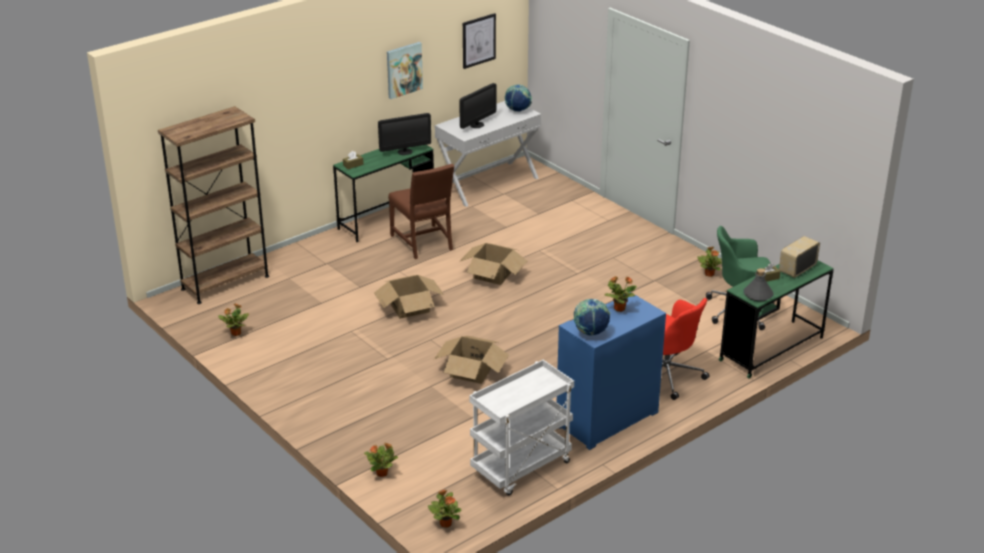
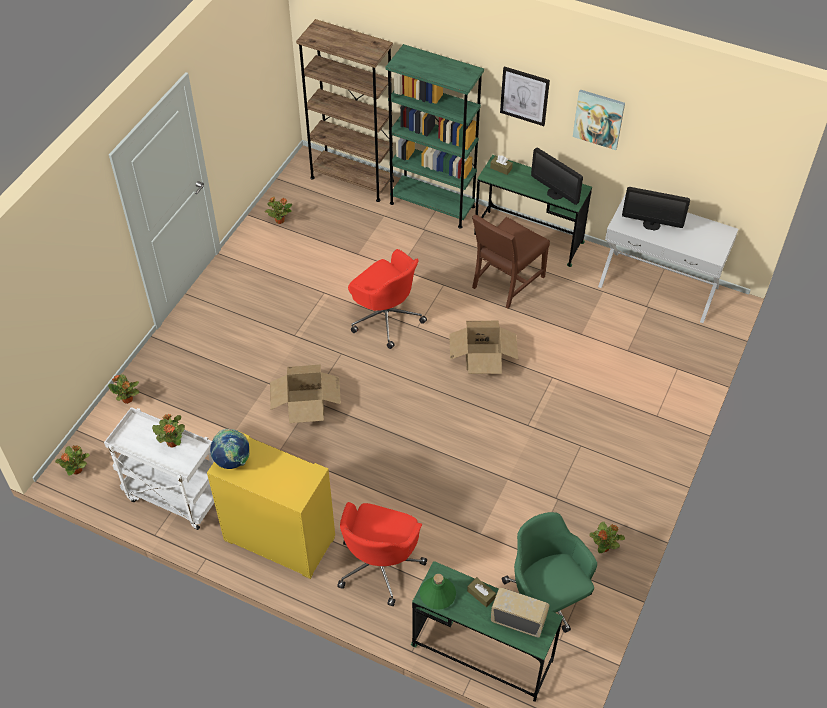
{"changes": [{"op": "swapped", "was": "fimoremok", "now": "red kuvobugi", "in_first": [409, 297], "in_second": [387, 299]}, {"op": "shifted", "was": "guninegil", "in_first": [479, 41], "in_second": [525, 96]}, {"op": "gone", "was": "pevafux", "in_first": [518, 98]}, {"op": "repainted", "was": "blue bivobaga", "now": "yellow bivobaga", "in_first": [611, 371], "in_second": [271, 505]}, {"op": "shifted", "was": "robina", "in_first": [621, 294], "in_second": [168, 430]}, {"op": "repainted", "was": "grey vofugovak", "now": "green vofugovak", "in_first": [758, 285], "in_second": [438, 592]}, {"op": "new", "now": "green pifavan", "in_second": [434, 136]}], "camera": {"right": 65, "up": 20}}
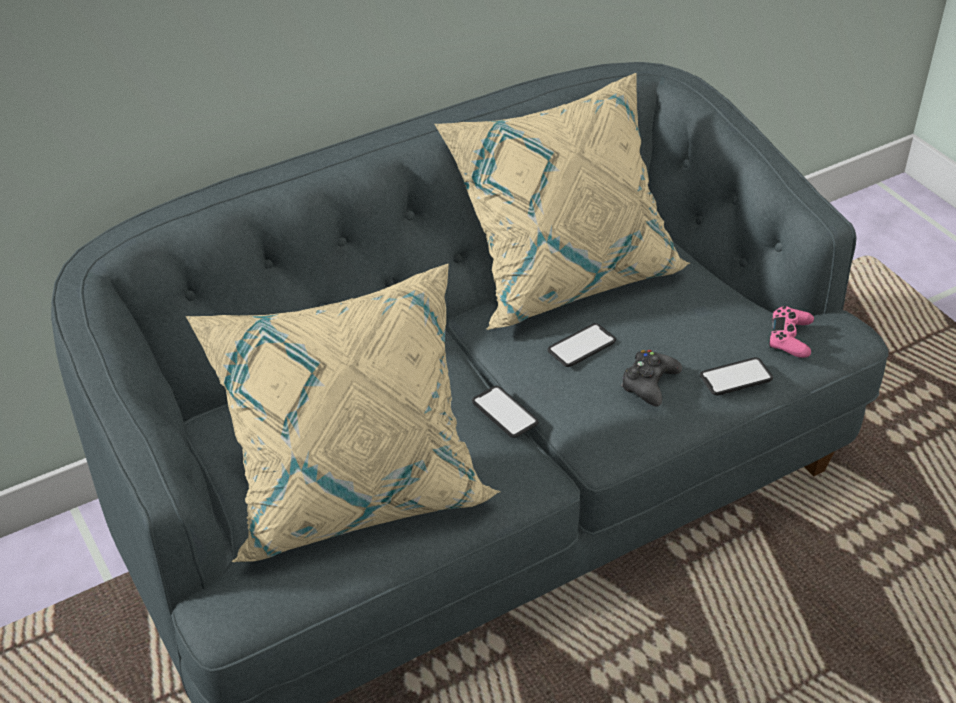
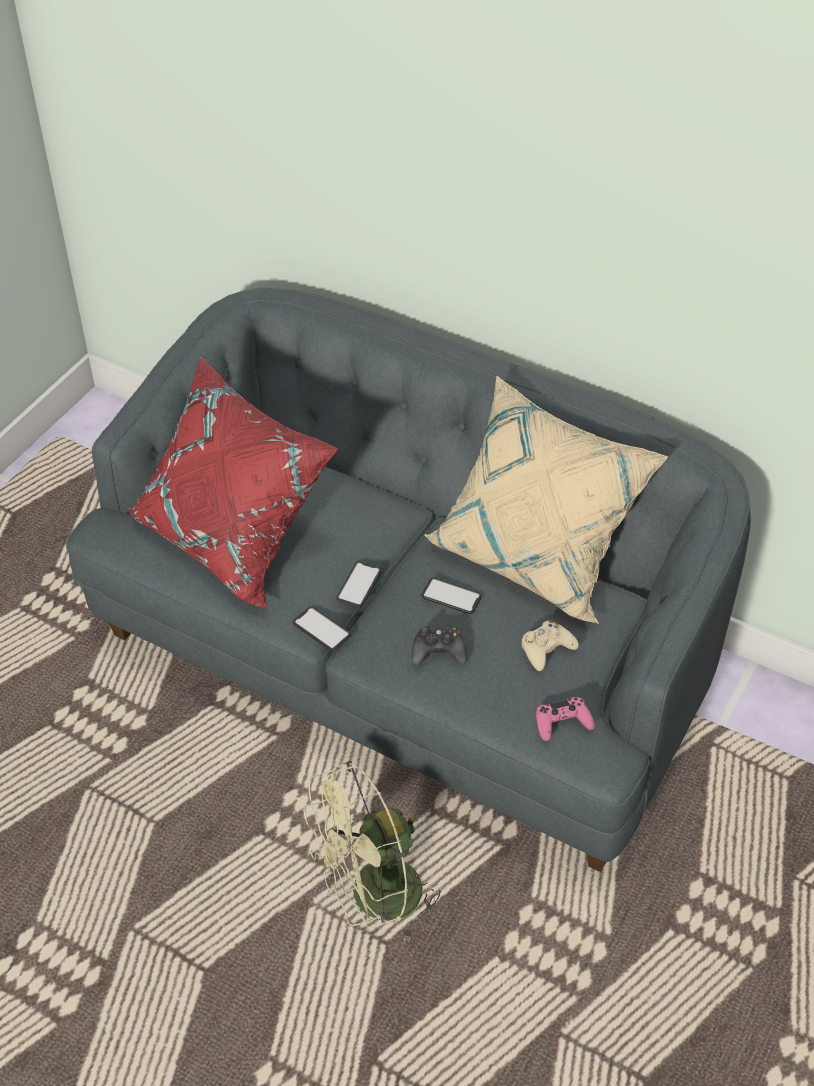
{"changes": [{"op": "repainted", "was": "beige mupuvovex", "now": "red mupuvovex", "in_first": [343, 412], "in_second": [233, 483]}, {"op": "shifted", "was": "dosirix", "in_first": [736, 376], "in_second": [322, 628]}, {"op": "new", "now": "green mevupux", "in_second": [372, 851]}, {"op": "new", "now": "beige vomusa", "in_second": [550, 646]}], "camera": {"right": 60, "up": 5}}
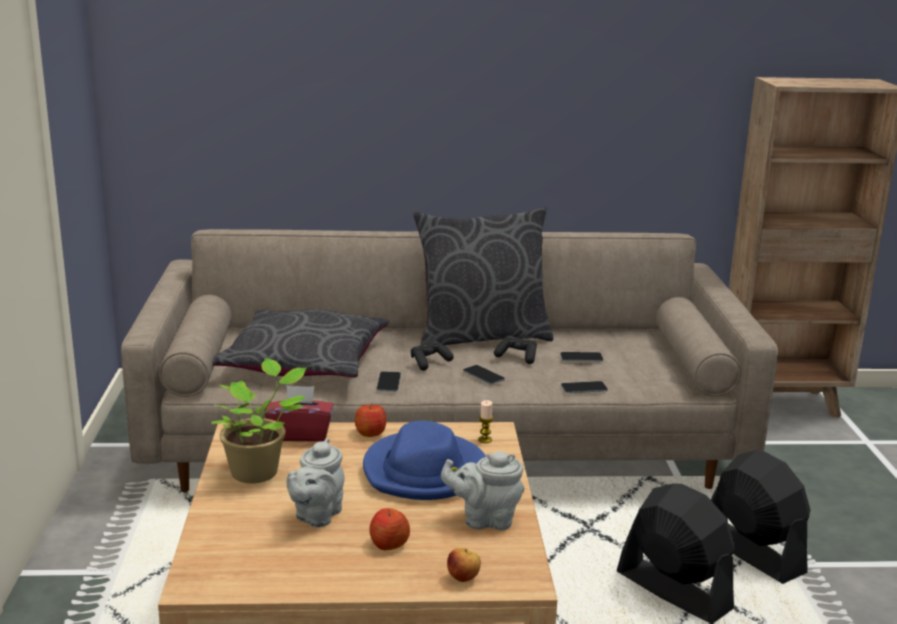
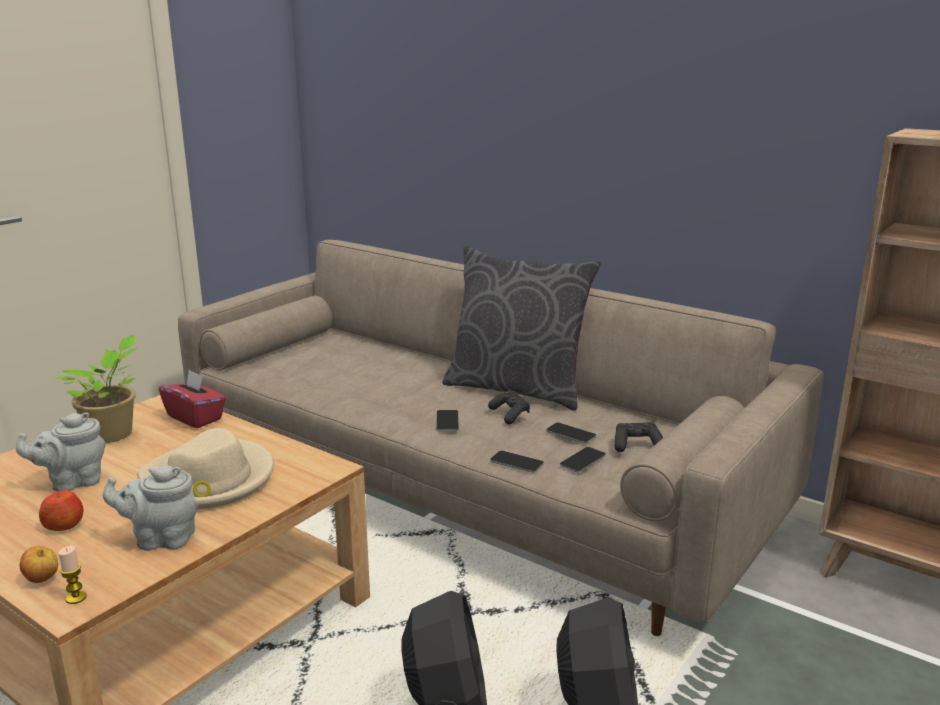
{"changes": [{"op": "gone", "was": "grey mupuvovex", "in_first": [301, 343]}, {"op": "gone", "was": "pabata", "in_first": [370, 420]}, {"op": "repainted", "was": "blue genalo", "now": "beige genalo", "in_first": [424, 460], "in_second": [205, 468]}, {"op": "shifted", "was": "dosirix", "in_first": [389, 382], "in_second": [583, 459]}, {"op": "shifted", "was": "black vomusa", "in_first": [432, 356], "in_second": [639, 437]}, {"op": "rotated", "was": "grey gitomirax", "in_first": [482, 490], "in_second": [150, 508], "clockwise": -45}, {"op": "shifted", "was": "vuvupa", "in_first": [485, 421], "in_second": [72, 575]}], "camera": {"right": 40, "up": 0}}
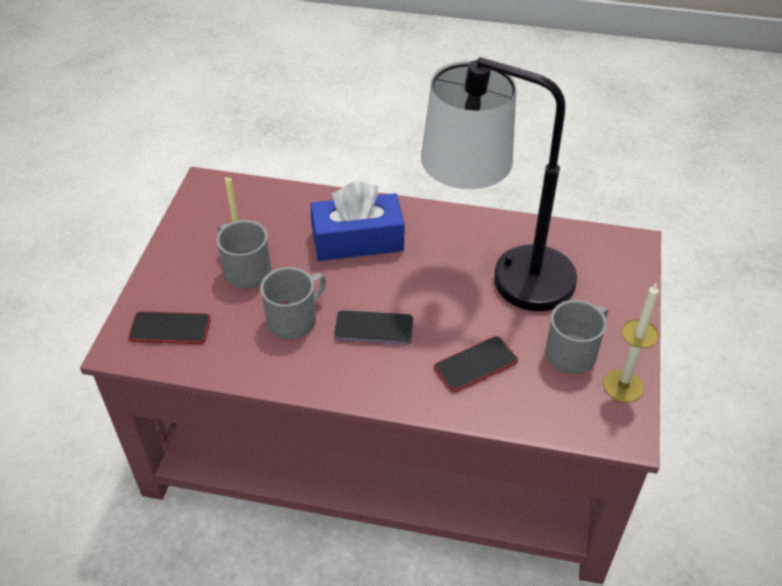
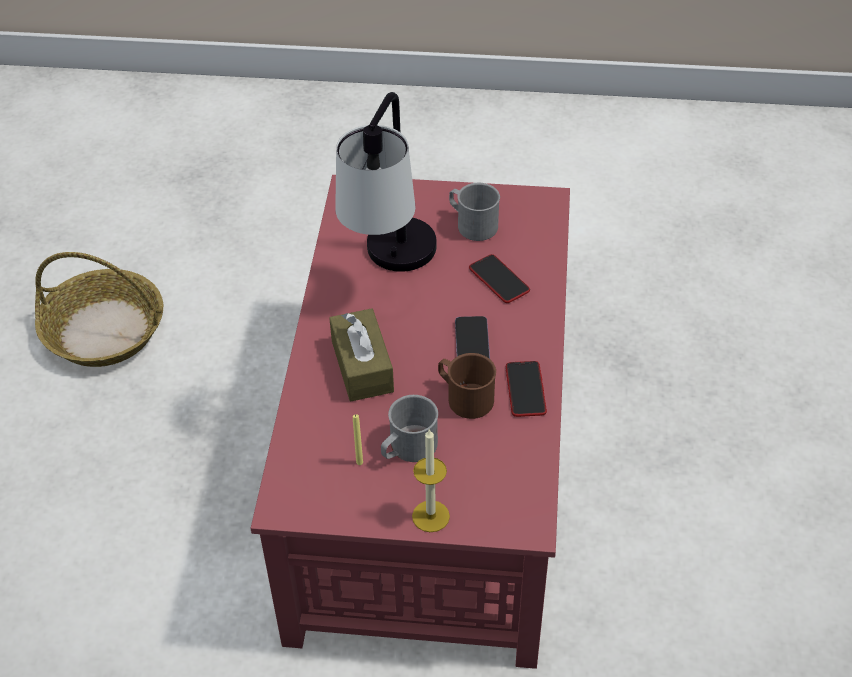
{"changes": [{"op": "shifted", "was": "dosirix", "in_first": [169, 327], "in_second": [526, 389]}, {"op": "repainted", "was": "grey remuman", "now": "brown remuman", "in_first": [293, 303], "in_second": [467, 386]}, {"op": "repainted", "was": "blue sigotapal", "now": "brown sigotapal", "in_first": [358, 221], "in_second": [361, 354]}, {"op": "shifted", "was": "vuvupa", "in_first": [631, 342], "in_second": [431, 480]}, {"op": "new", "now": "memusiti", "in_second": [99, 309]}], "camera": {"right": -95, "up": 0}}
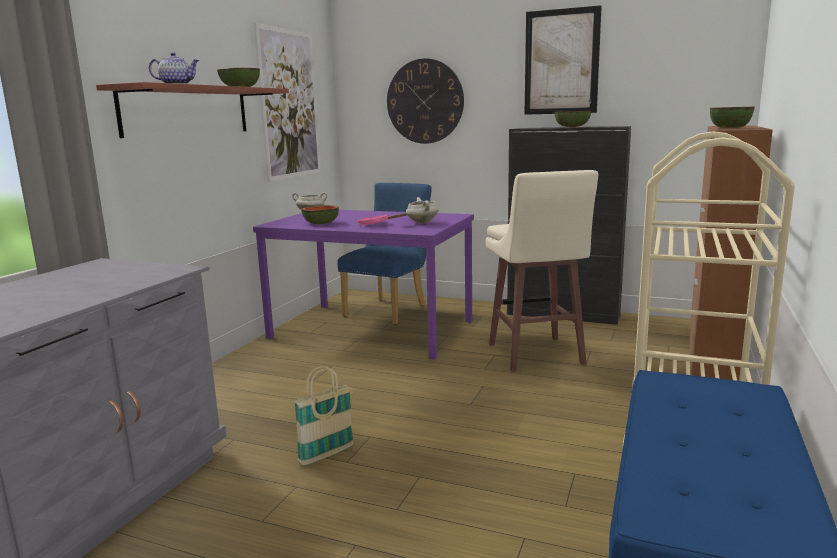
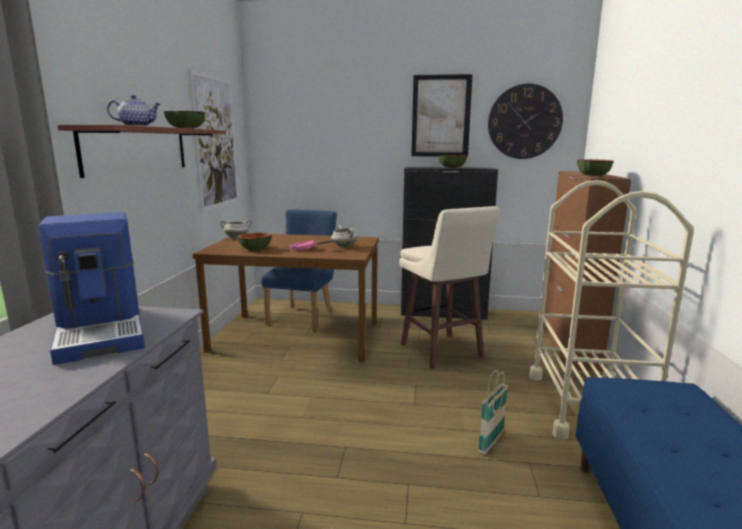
{"changes": [{"op": "repainted", "was": "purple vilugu", "now": "brown vilugu", "in_first": [363, 285], "in_second": [286, 297]}, {"op": "shifted", "was": "memusiti", "in_first": [324, 415], "in_second": [493, 412]}, {"op": "shifted", "was": "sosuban", "in_first": [425, 101], "in_second": [525, 121]}, {"op": "new", "now": "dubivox", "in_second": [91, 288]}], "camera": {"right": -15, "up": 0}}
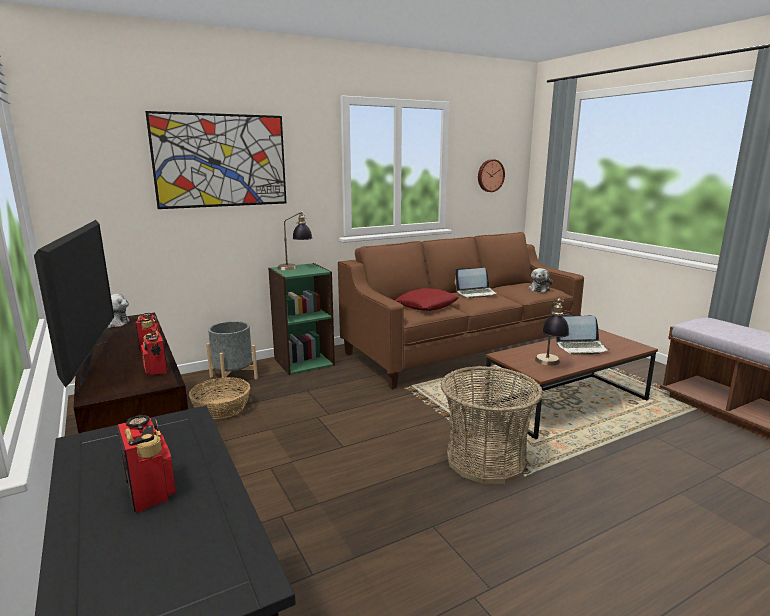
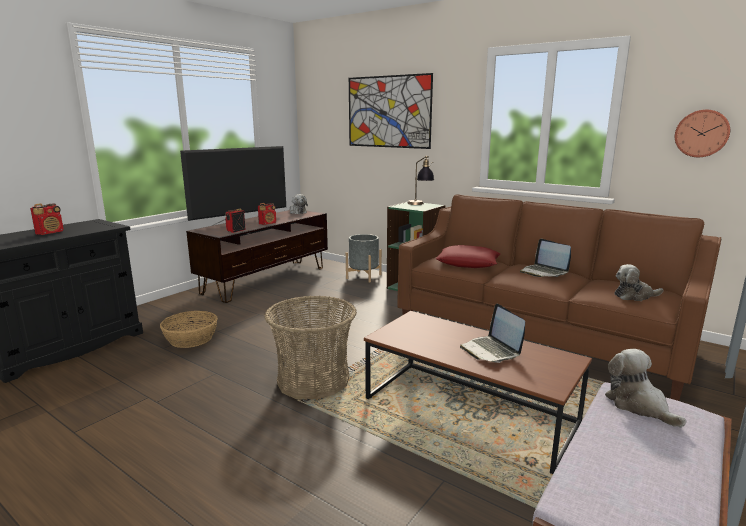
{"changes": [{"op": "shifted", "was": "memusiti", "in_first": [219, 398], "in_second": [189, 329]}, {"op": "gone", "was": "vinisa", "in_first": [552, 332]}, {"op": "new", "now": "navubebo", "in_second": [645, 388]}], "camera": {"right": 65, "up": 0}}
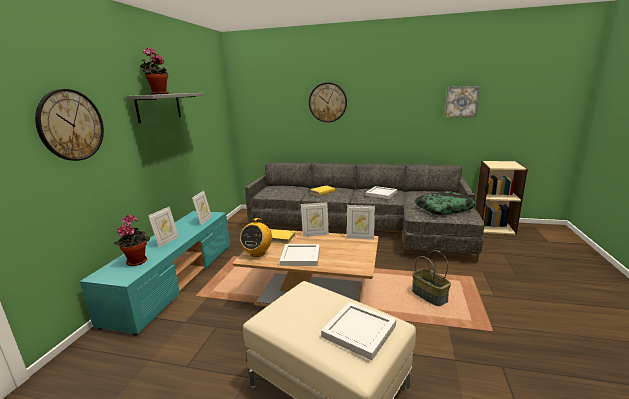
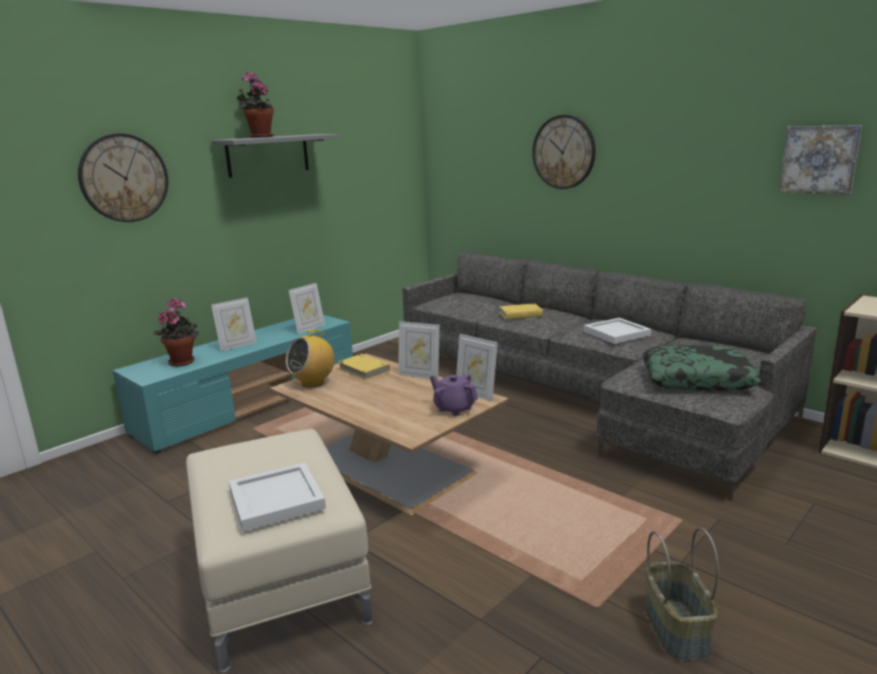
{"changes": [{"op": "gone", "was": "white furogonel", "in_first": [300, 255]}, {"op": "shifted", "was": "memusiti", "in_first": [431, 278], "in_second": [682, 594]}, {"op": "new", "now": "purple gitomirax", "in_second": [454, 395]}], "camera": {"right": 30, "up": 0}}
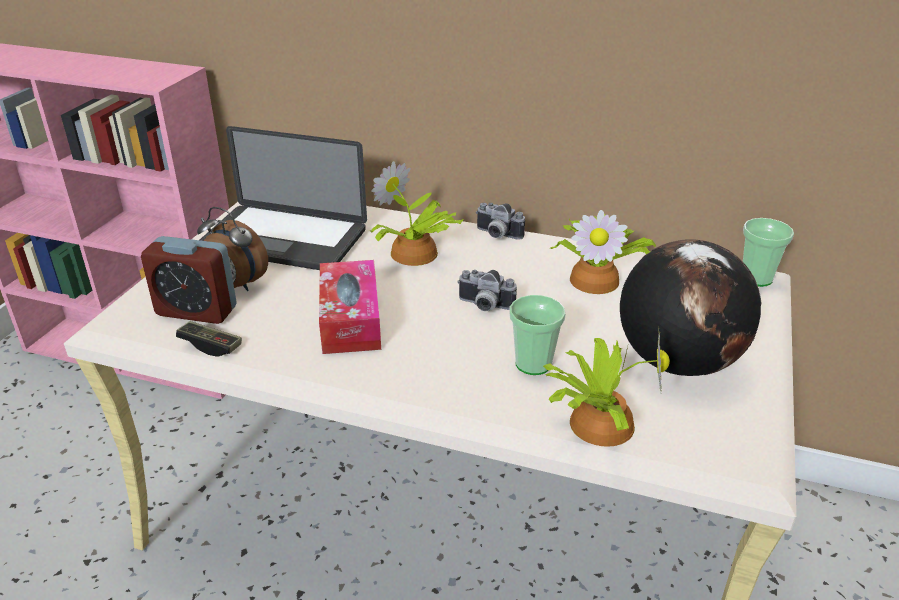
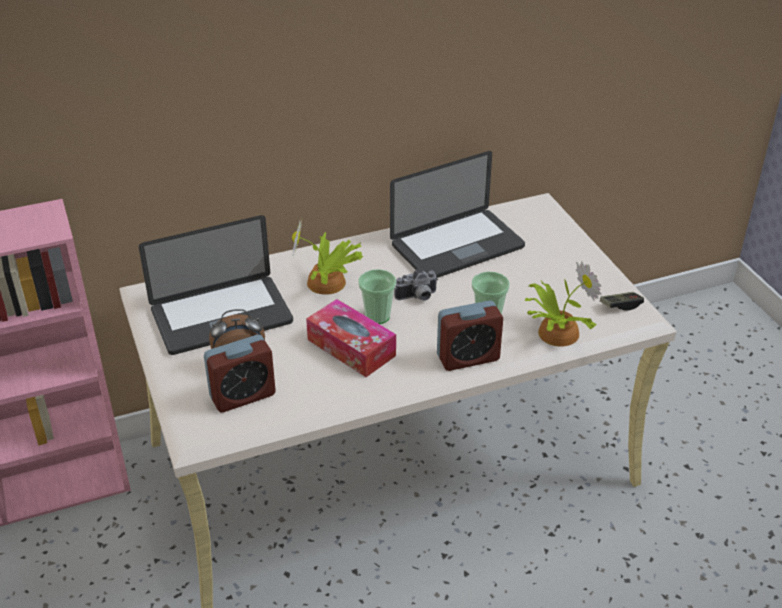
{"changes": [{"op": "shifted", "was": "vomusa", "in_first": [209, 339], "in_second": [622, 301]}, {"op": "gone", "was": "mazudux", "in_first": [500, 221]}, {"op": "swapped", "was": "robina", "now": "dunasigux", "in_first": [603, 252], "in_second": [457, 214]}, {"op": "gone", "was": "pevafux", "in_first": [690, 307]}, {"op": "shifted", "was": "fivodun", "in_first": [768, 252], "in_second": [377, 296]}, {"op": "new", "now": "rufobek", "in_second": [470, 335]}], "camera": {"right": -40, "up": 5}}
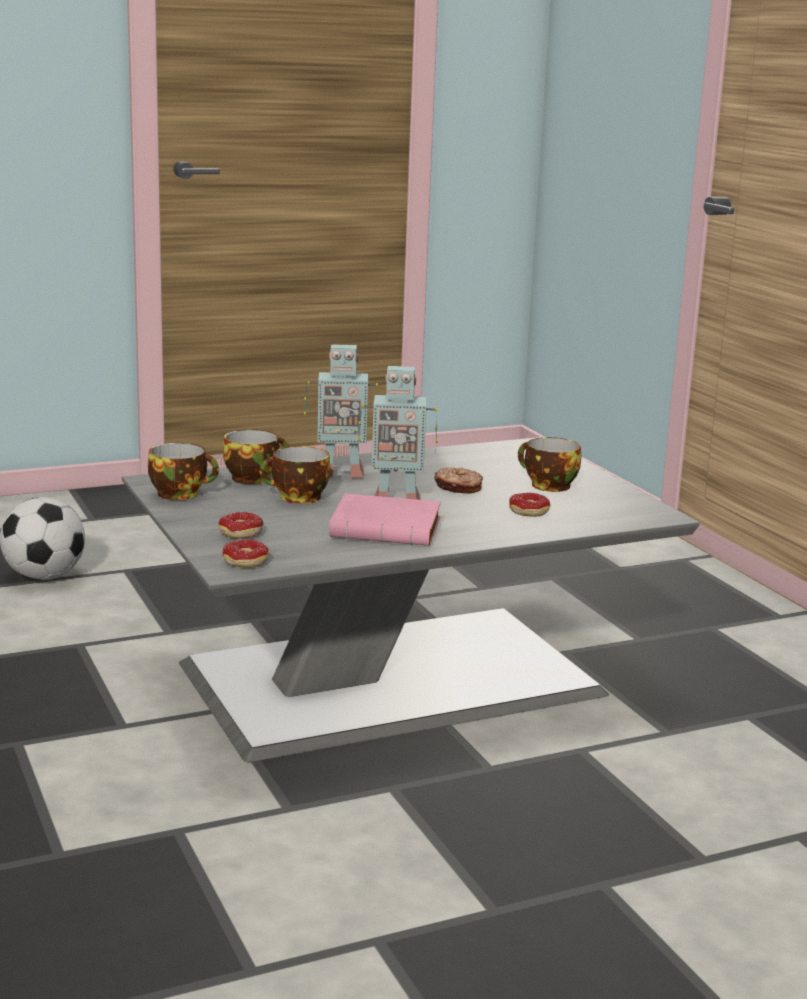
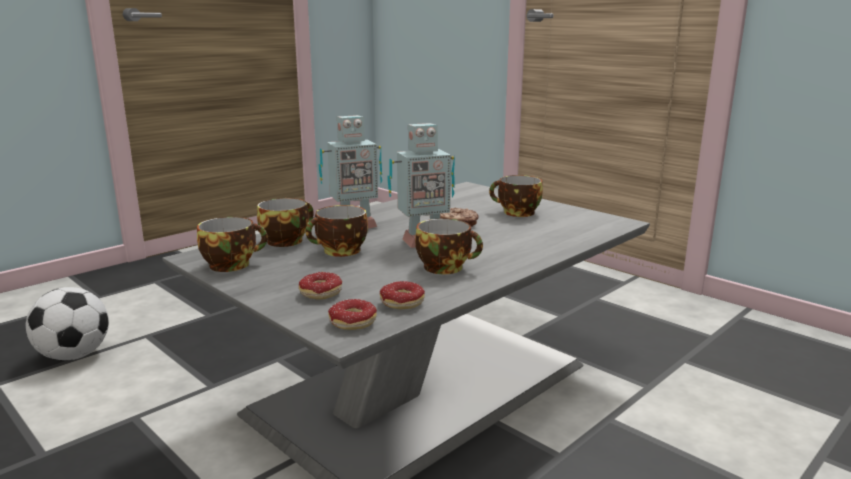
{"changes": [{"op": "swapped", "was": "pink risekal", "now": "fivodun", "in_first": [385, 520], "in_second": [449, 246]}, {"op": "shifted", "was": "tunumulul", "in_first": [529, 505], "in_second": [402, 295]}], "camera": {"right": -20, "up": 0}}
